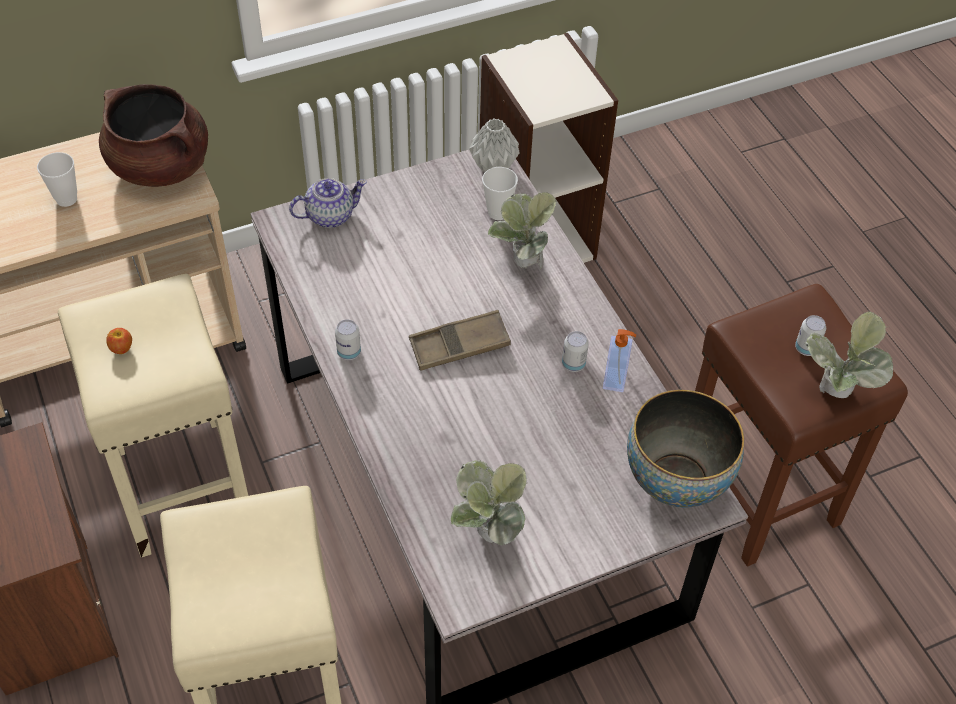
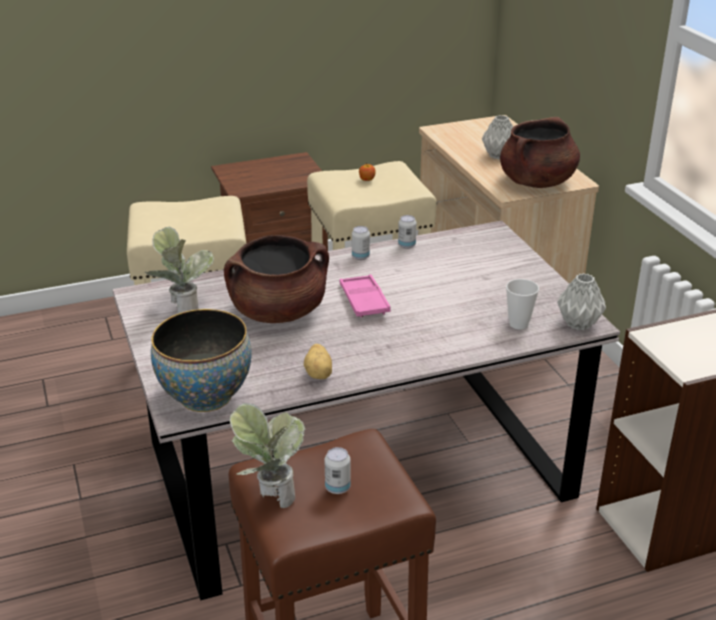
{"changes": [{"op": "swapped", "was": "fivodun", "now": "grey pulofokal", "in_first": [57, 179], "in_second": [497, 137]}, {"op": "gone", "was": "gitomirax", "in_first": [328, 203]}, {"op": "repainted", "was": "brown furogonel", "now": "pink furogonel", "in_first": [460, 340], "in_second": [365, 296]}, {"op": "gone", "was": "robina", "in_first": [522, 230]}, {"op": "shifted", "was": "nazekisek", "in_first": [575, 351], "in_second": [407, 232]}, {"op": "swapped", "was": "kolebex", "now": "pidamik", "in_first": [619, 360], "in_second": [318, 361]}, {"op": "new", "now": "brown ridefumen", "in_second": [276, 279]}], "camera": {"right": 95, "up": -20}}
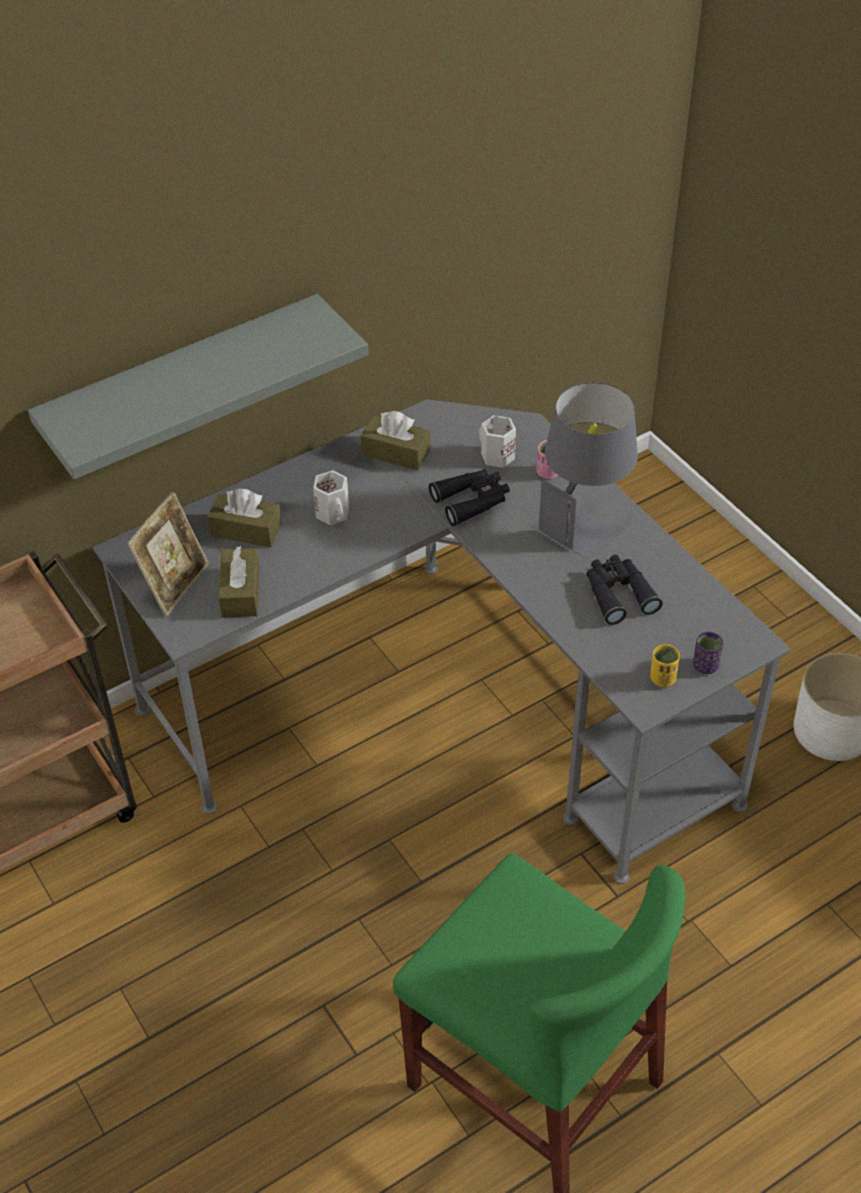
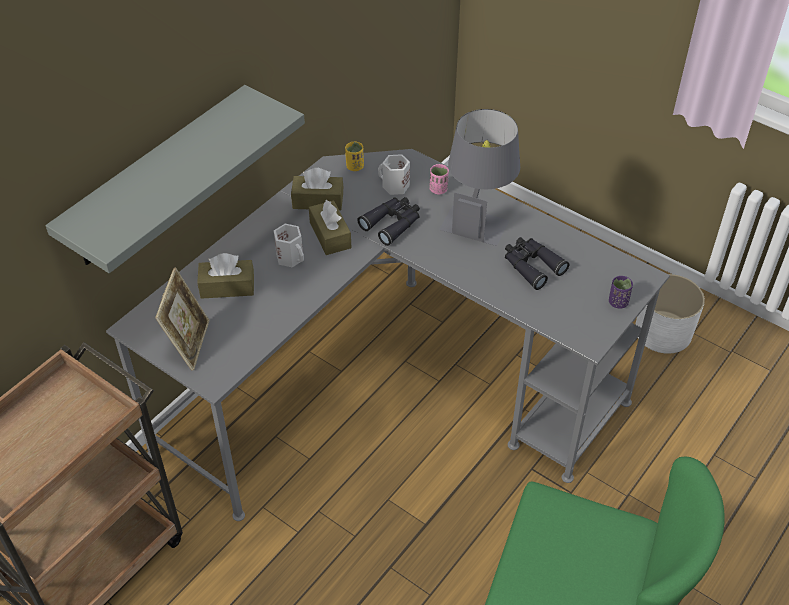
{"changes": [{"op": "shifted", "was": "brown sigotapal", "in_first": [239, 582], "in_second": [330, 227]}, {"op": "shifted", "was": "yellow fivodun", "in_first": [665, 665], "in_second": [354, 156]}], "camera": {"right": -20, "up": 0}}
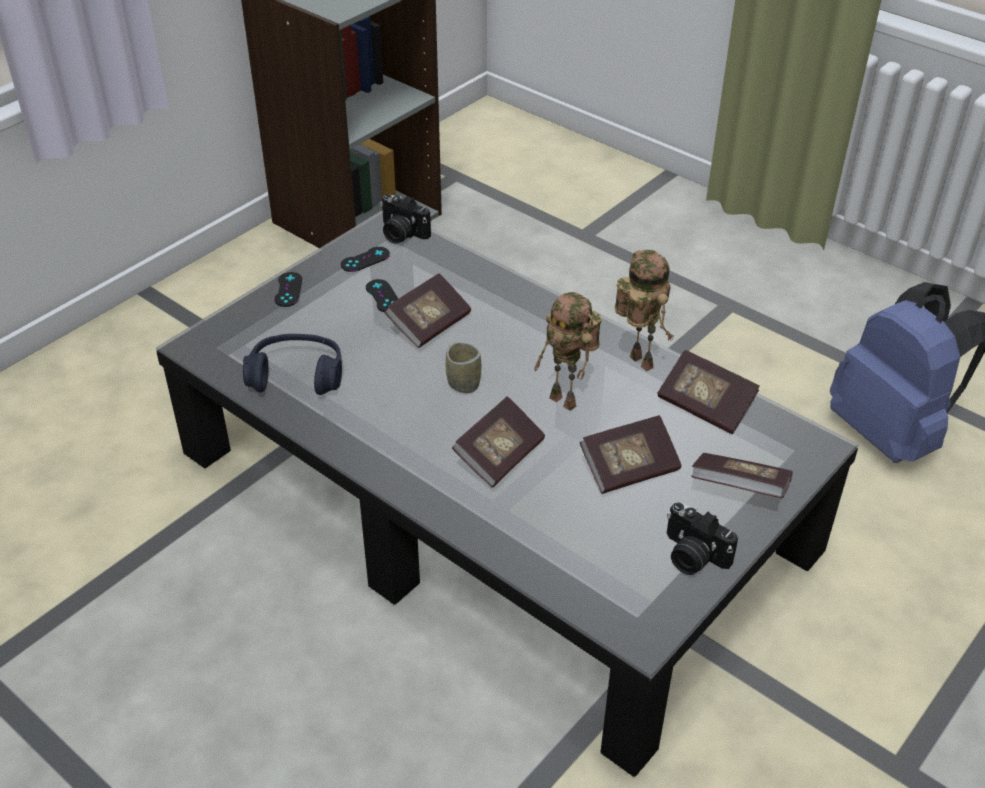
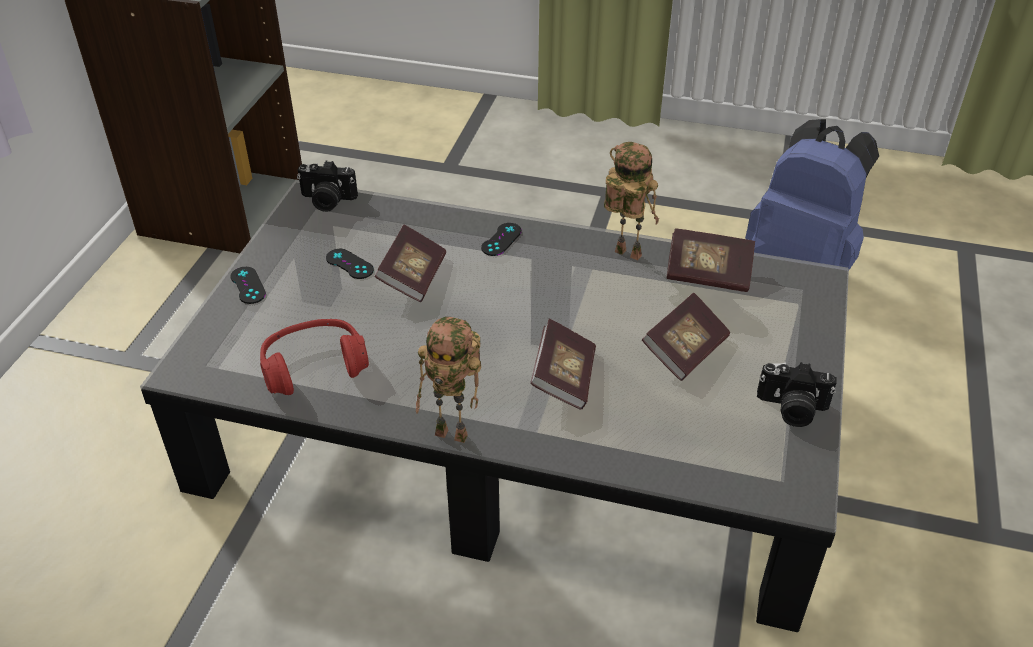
{"changes": [{"op": "repainted", "was": "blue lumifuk", "now": "red lumifuk", "in_first": [292, 364], "in_second": [314, 357]}, {"op": "shifted", "was": "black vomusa", "in_first": [365, 259], "in_second": [501, 239]}, {"op": "gone", "was": "fivodun", "in_first": [463, 367]}, {"op": "shifted", "was": "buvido", "in_first": [568, 351], "in_second": [448, 380]}, {"op": "gone", "was": "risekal", "in_first": [742, 475]}], "camera": {"right": -25, "up": 0}}
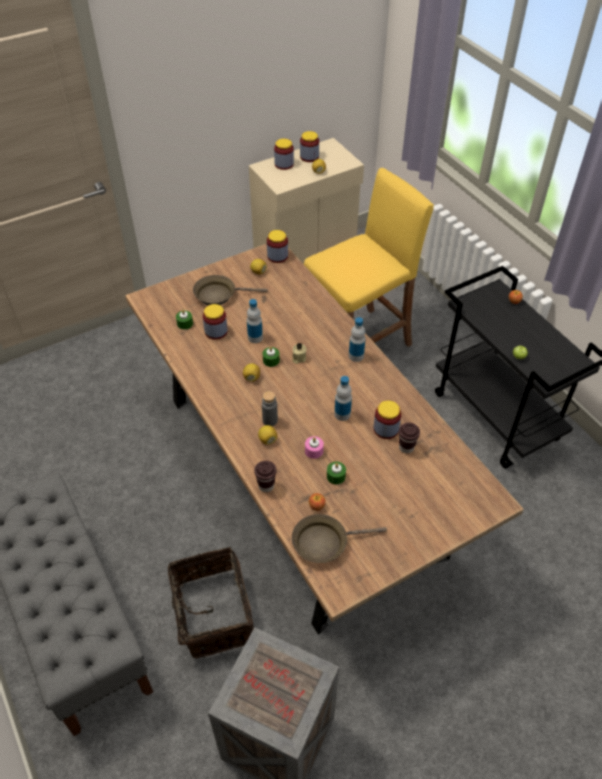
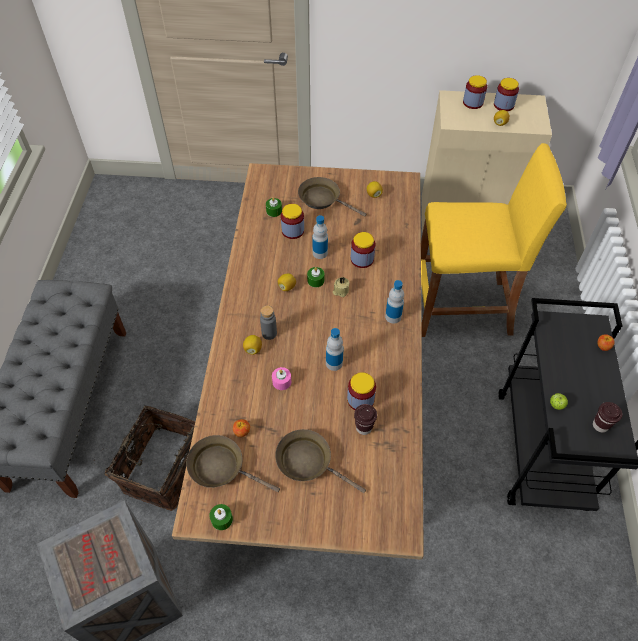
{"changes": [{"op": "shifted", "was": "brown fivodun", "in_first": [265, 476], "in_second": [607, 417]}, {"op": "shifted", "was": "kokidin", "in_first": [277, 246], "in_second": [363, 250]}, {"op": "shifted", "was": "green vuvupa", "in_first": [336, 473], "in_second": [221, 517]}, {"op": "new", "now": "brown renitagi", "in_second": [320, 461]}], "camera": {"right": 35, "up": 5}}
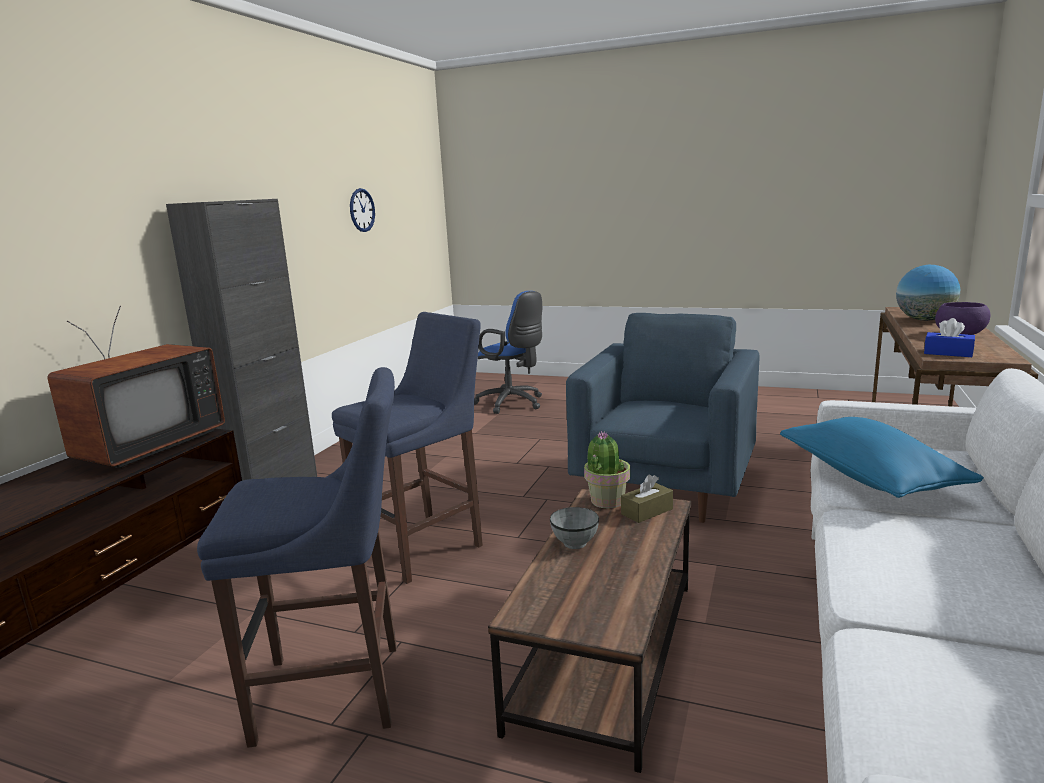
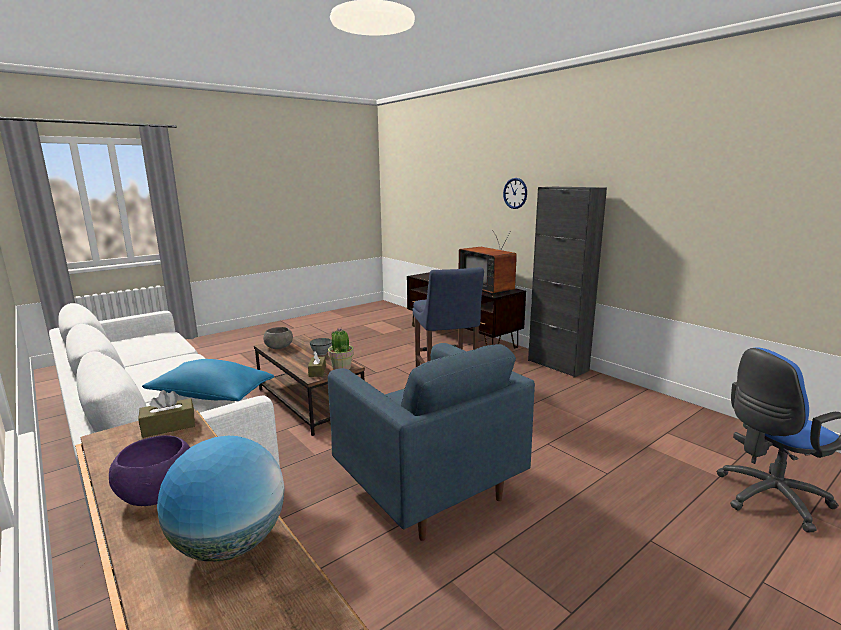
{"changes": [{"op": "gone", "was": "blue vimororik", "in_first": [297, 557]}, {"op": "shifted", "was": "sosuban", "in_first": [362, 210], "in_second": [515, 193]}, {"op": "repainted", "was": "blue sigotapal", "now": "brown sigotapal", "in_first": [949, 337], "in_second": [166, 414]}, {"op": "new", "now": "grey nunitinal", "in_second": [278, 338]}], "camera": {"right": 120, "up": 0}}
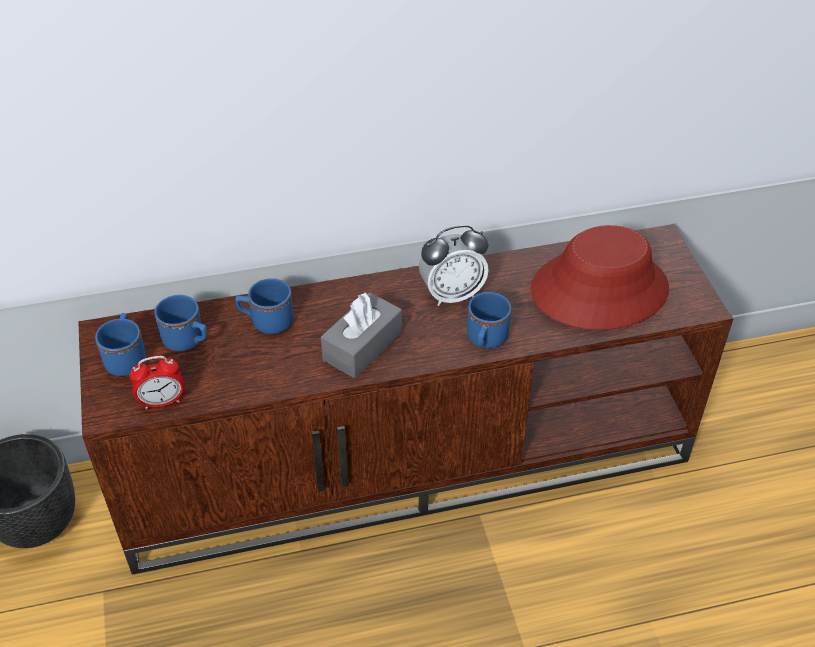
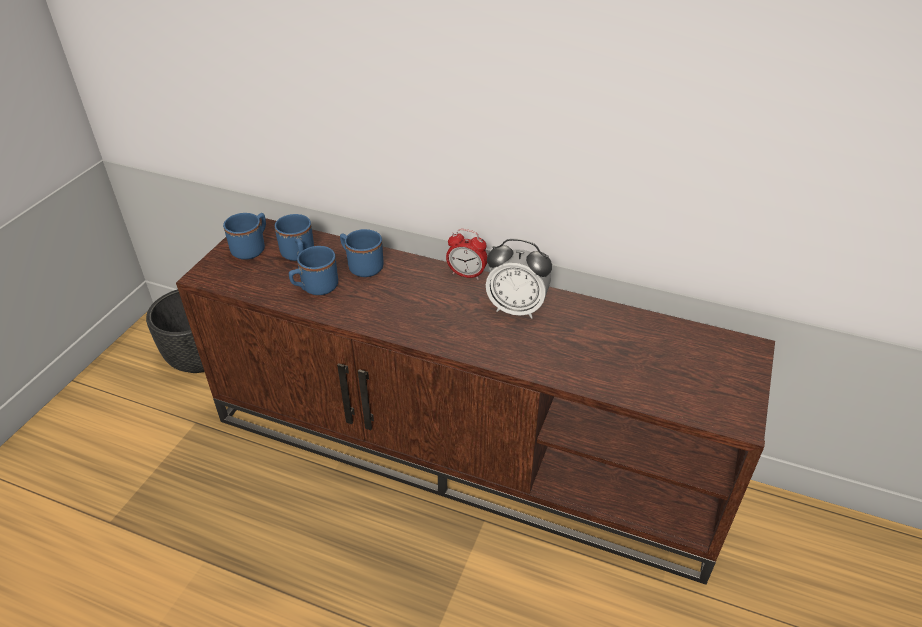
{"changes": [{"op": "shifted", "was": "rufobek", "in_first": [157, 383], "in_second": [466, 254]}, {"op": "gone", "was": "grey sigotapal", "in_first": [361, 335]}, {"op": "shifted", "was": "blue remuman", "in_first": [489, 320], "in_second": [313, 270]}, {"op": "gone", "was": "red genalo", "in_first": [600, 277]}], "camera": {"right": 35, "up": -5}}
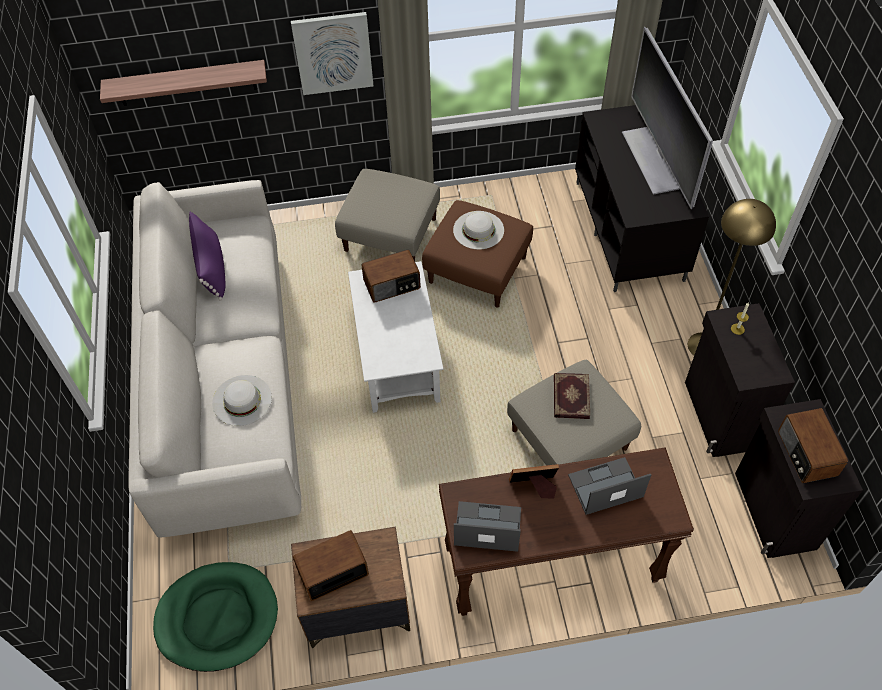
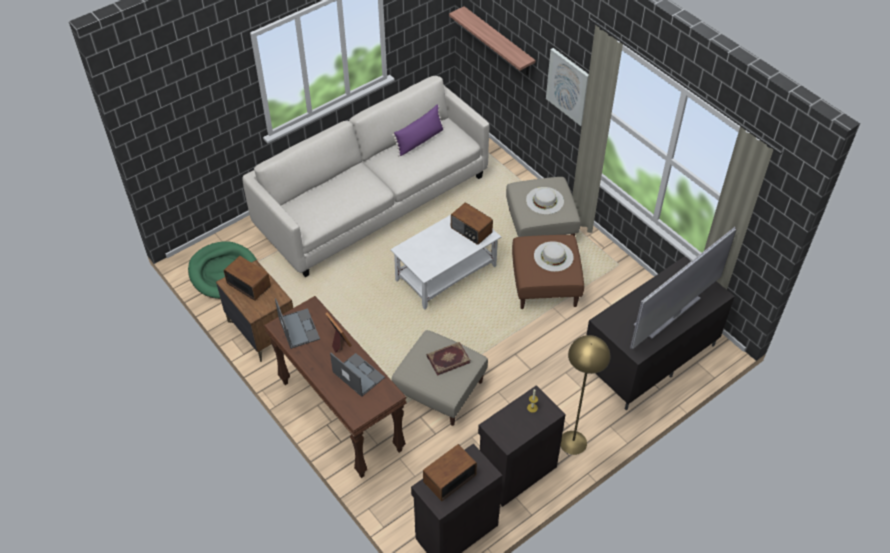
{"changes": [{"op": "shifted", "was": "white genalo", "in_first": [242, 400], "in_second": [545, 200]}], "camera": {"right": 60, "up": -5}}
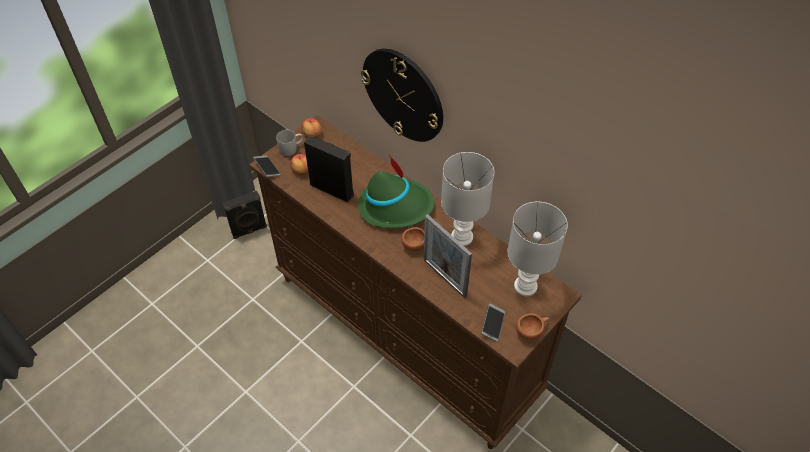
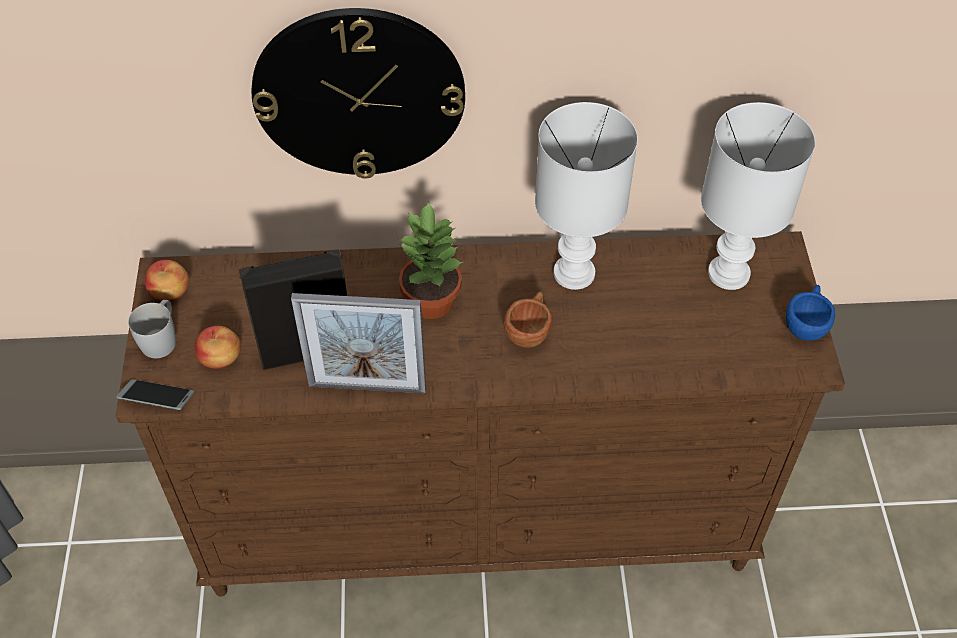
{"changes": [{"op": "gone", "was": "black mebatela", "in_first": [245, 215]}, {"op": "swapped", "was": "green genalo", "now": "robina", "in_first": [396, 191], "in_second": [430, 260]}, {"op": "shifted", "was": "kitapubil", "in_first": [448, 256], "in_second": [358, 343]}, {"op": "gone", "was": "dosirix", "in_first": [493, 322]}, {"op": "repainted", "was": "brown fivodun", "now": "blue fivodun", "in_first": [533, 326], "in_second": [810, 313]}], "camera": {"right": -45, "up": 0}}
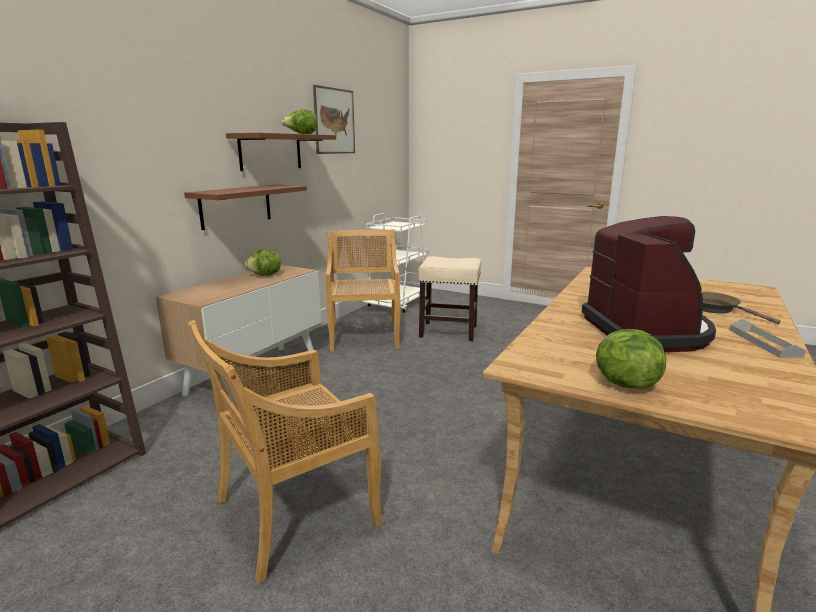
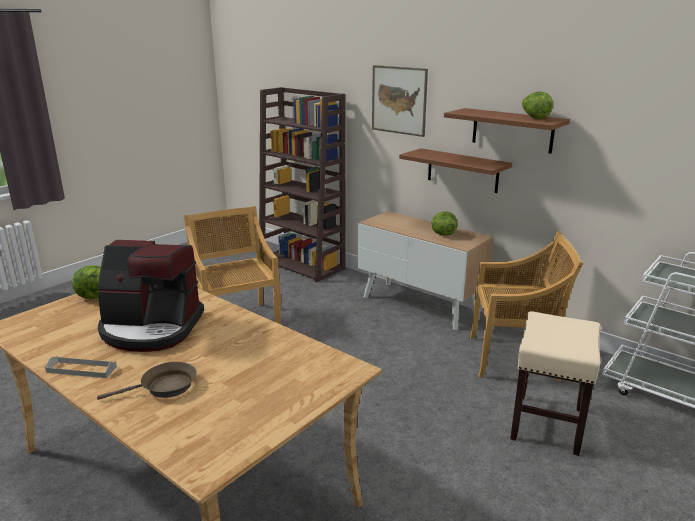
{"changes": [{"op": "shifted", "was": "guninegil", "in_first": [334, 119], "in_second": [400, 101]}], "camera": {"right": 100, "up": 5}}
